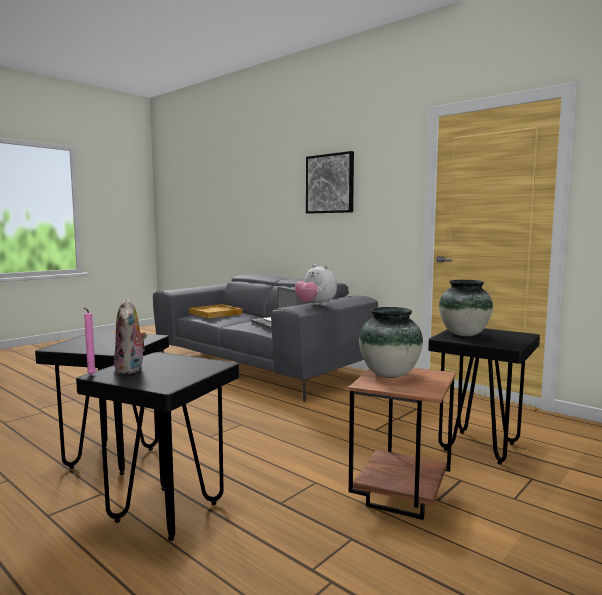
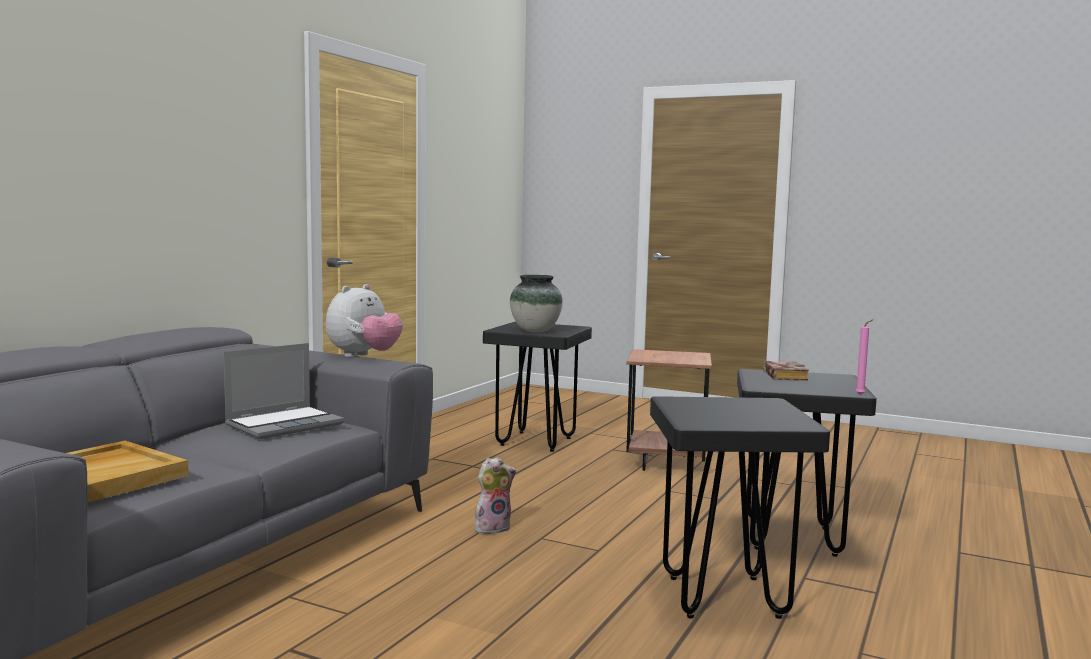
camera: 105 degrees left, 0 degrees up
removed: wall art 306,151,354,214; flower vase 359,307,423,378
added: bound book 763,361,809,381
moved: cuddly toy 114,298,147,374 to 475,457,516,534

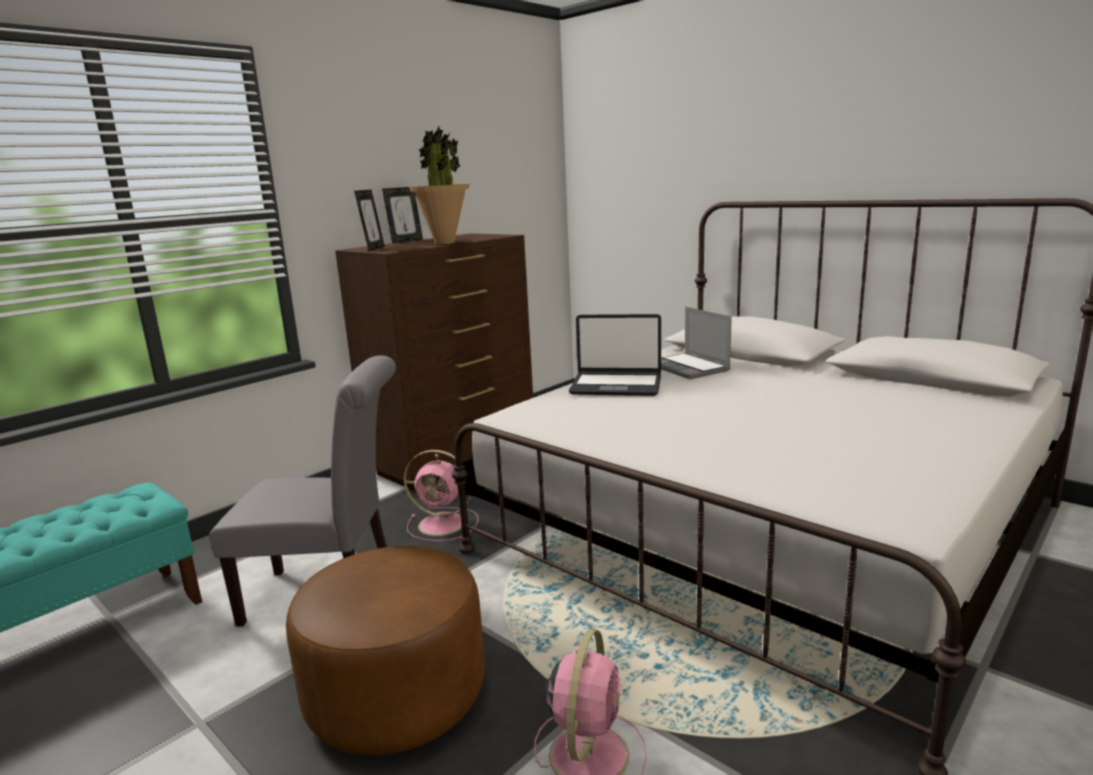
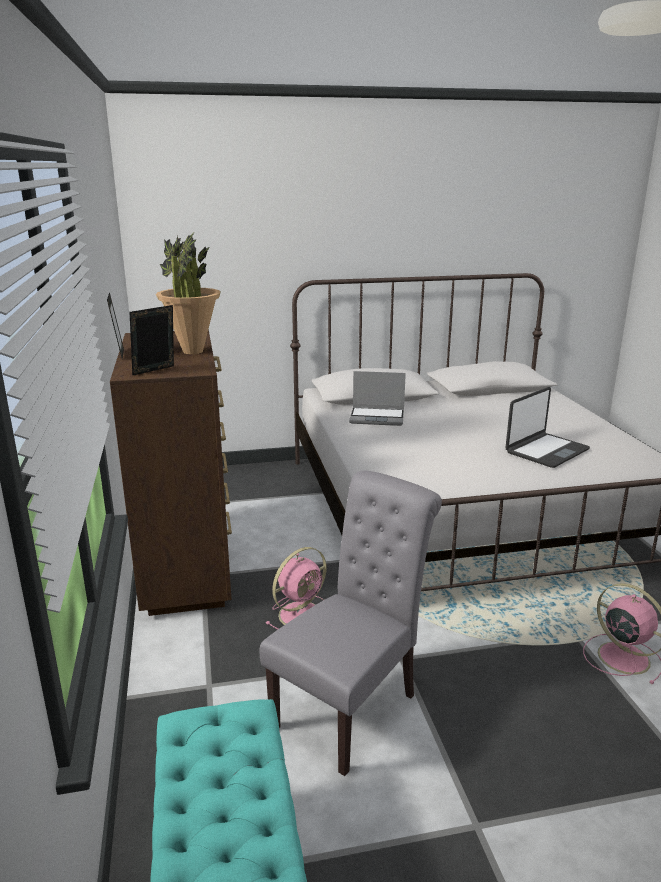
camera: 55 degrees left, 5 degrees up
removed: footrest (brown-coloured) 286,546,485,755
moved: portable computer 569,314,661,396 to 505,387,590,468
turned: picture frame 354,190,385,251 = 129,305,174,376 90 degrees counterclockwise

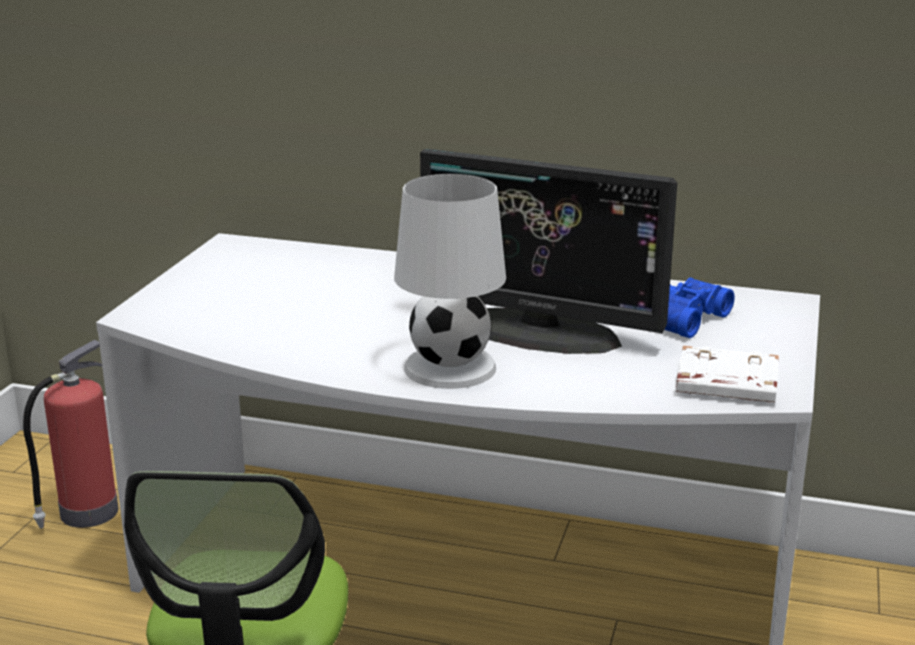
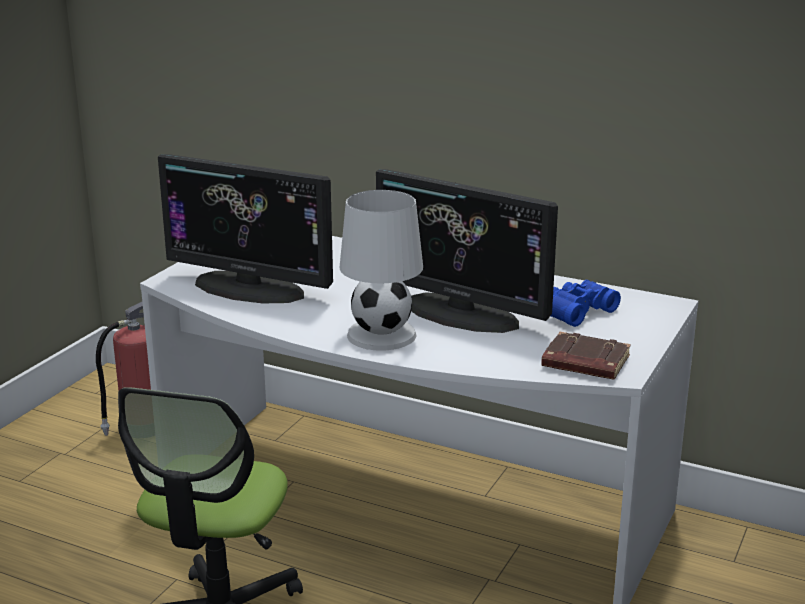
camera: 10 degrees right, 0 degrees up
added: monitor 158,154,333,303
recoloured: bound book (whitish) 676,346,779,403 to bound book (brown-coloured) 541,332,631,380

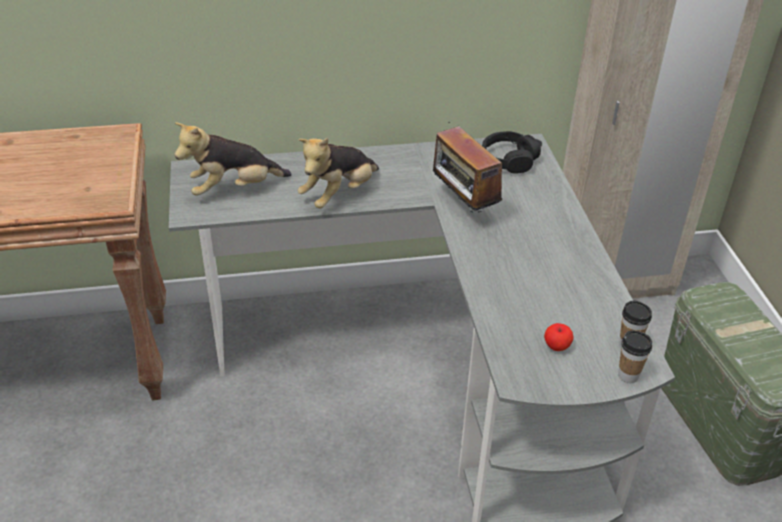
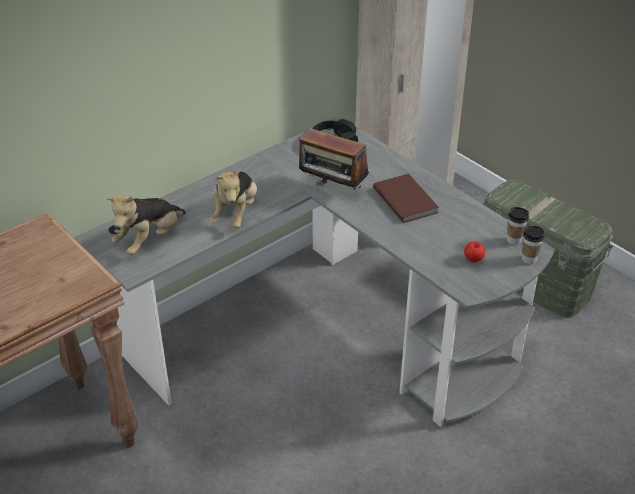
camera: 30 degrees left, 0 degrees up
added: bound book (brown-coloured) 373,174,439,223

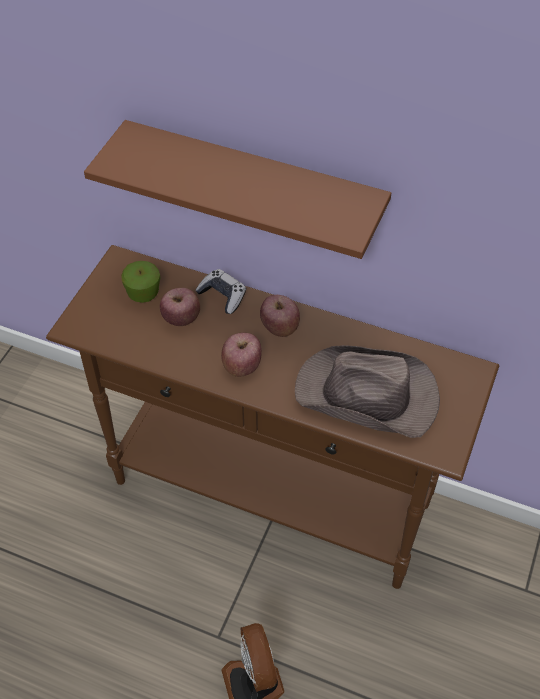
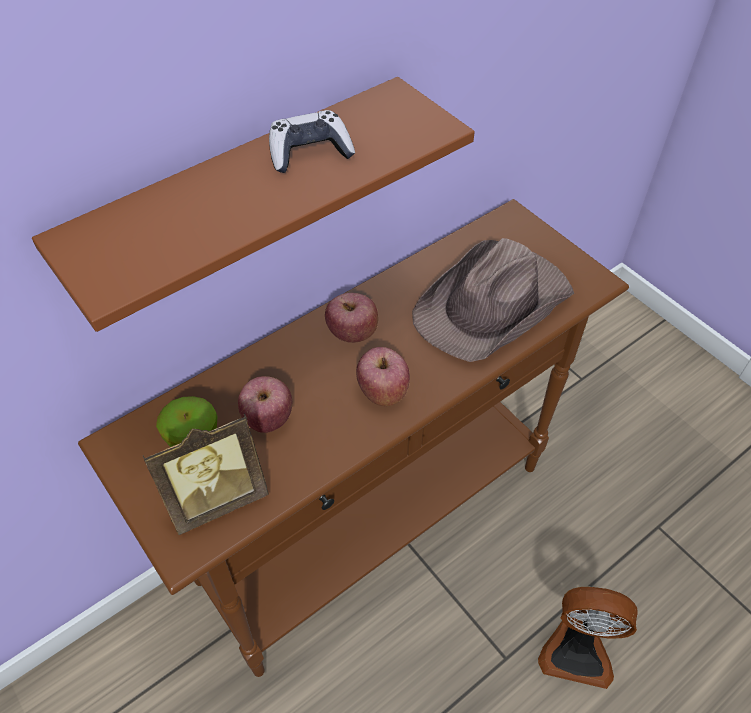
camera: 60 degrees left, 0 degrees up
added: picture frame 143,414,269,535
moved: game controller 195,269,246,314 to 269,110,355,173

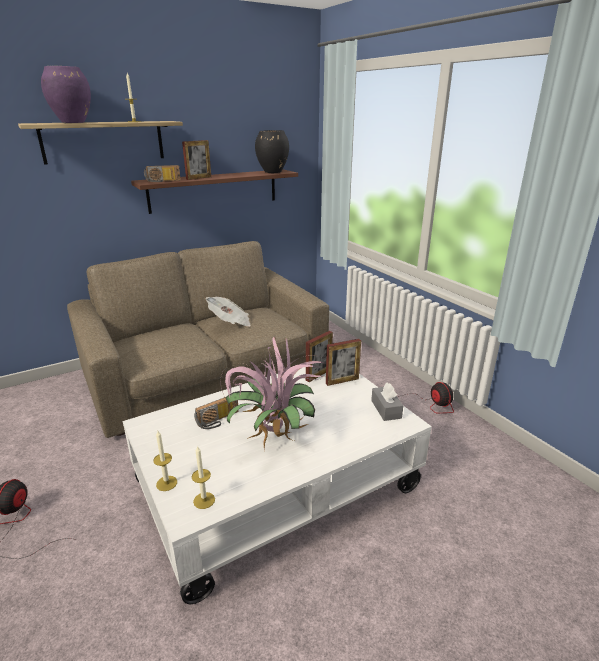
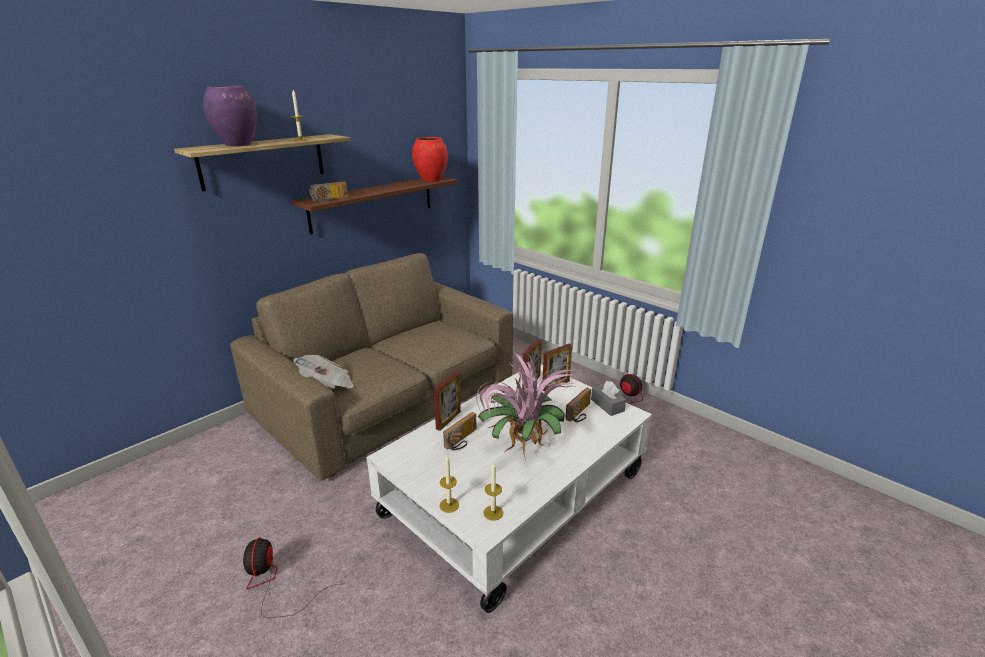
camera: 15 degrees left, 0 degrees up
added: radio set 565,388,591,422
moved: picture frame 182,140,211,180 to 434,372,461,431; newspaper 205,297,251,327 to 294,355,354,389
recoloured: flower vase (black-coloured) 255,130,289,173 to flower vase (reddish) 412,137,448,182

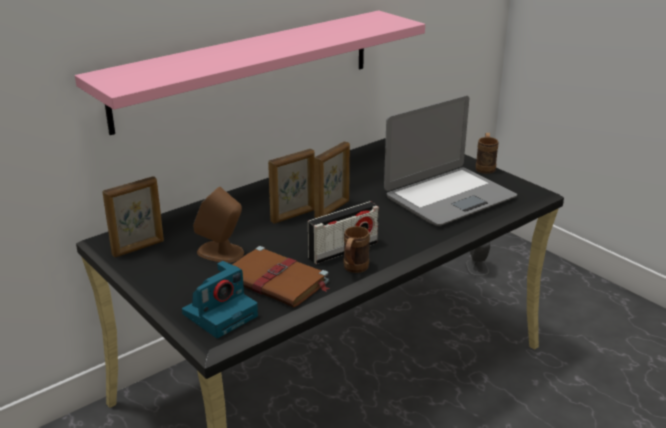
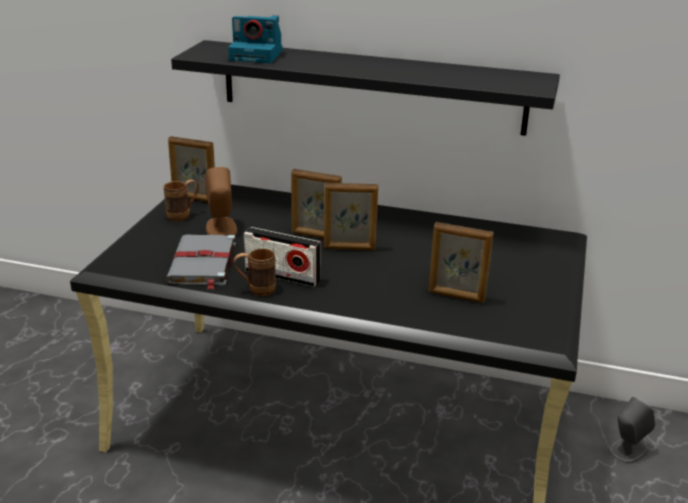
camera: 55 degrees right, 0 degrees up
moved: still camera 182,261,258,338 to 228,15,282,63; tea mug (brown-coloured) 475,133,499,174 to 164,180,199,222
replaced: portable computer 384,95,517,226 to picture frame 428,222,494,303
recoloured: wall shelf (pink-coloured) 75,10,425,135 to wall shelf (black-coloured) 171,40,560,136; bound book (brown-coloured) 232,246,330,307 to bound book (grey) 166,234,236,289

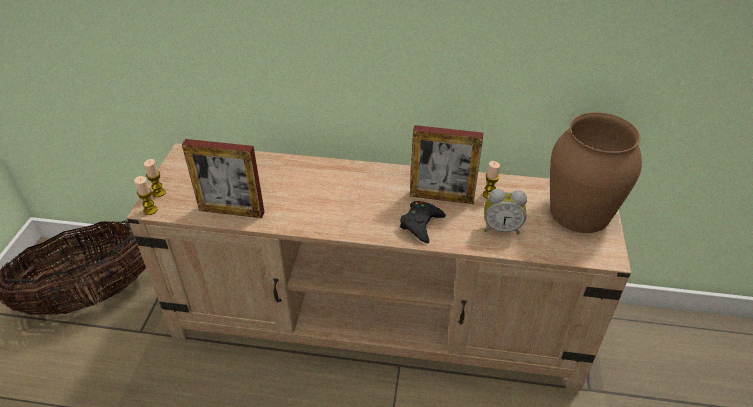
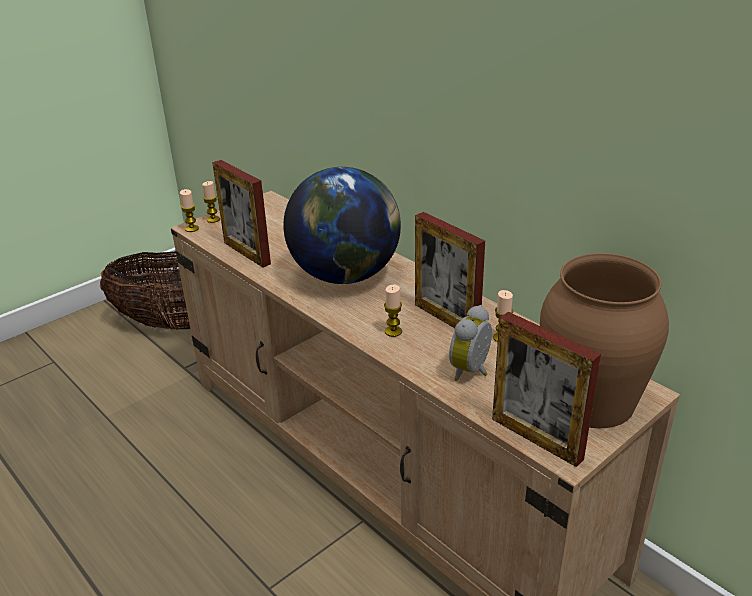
camera: 40 degrees right, 10 degrees down
added: globe 283,167,401,284; picture frame 492,312,601,467
replaced: game controller (black-coloured) 400,201,446,243 to wax light 384,285,402,337
turned: alarm clock 484,189,527,234 = 449,305,492,381 75 degrees clockwise

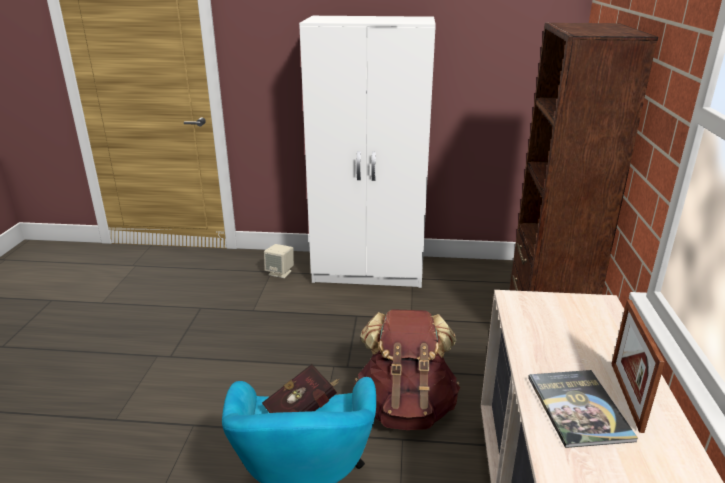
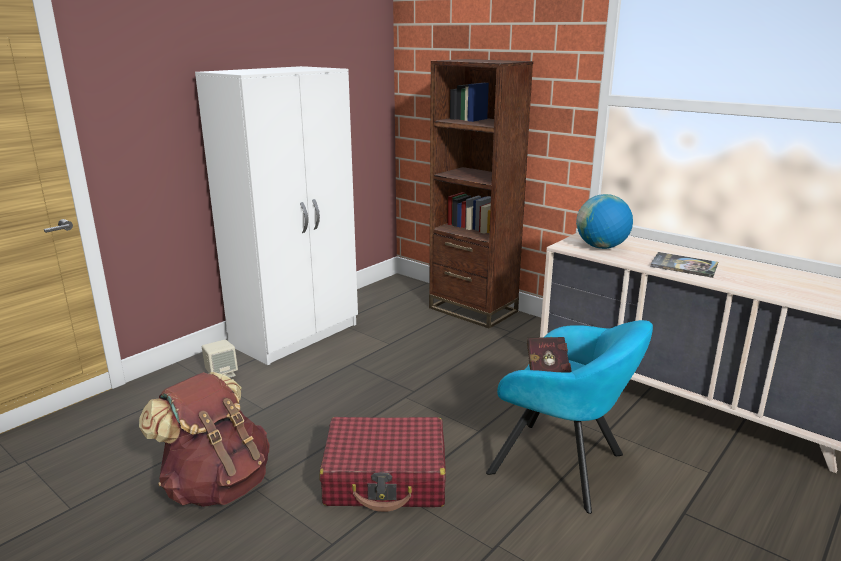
camera: 55 degrees left, 5 degrees down
removed: picture frame 611,300,665,433
added: piece of luggage (reddish) 320,417,445,512; globe 576,194,633,249
moved: backpack (brown-coloured) 354,309,461,430 to 139,372,270,507

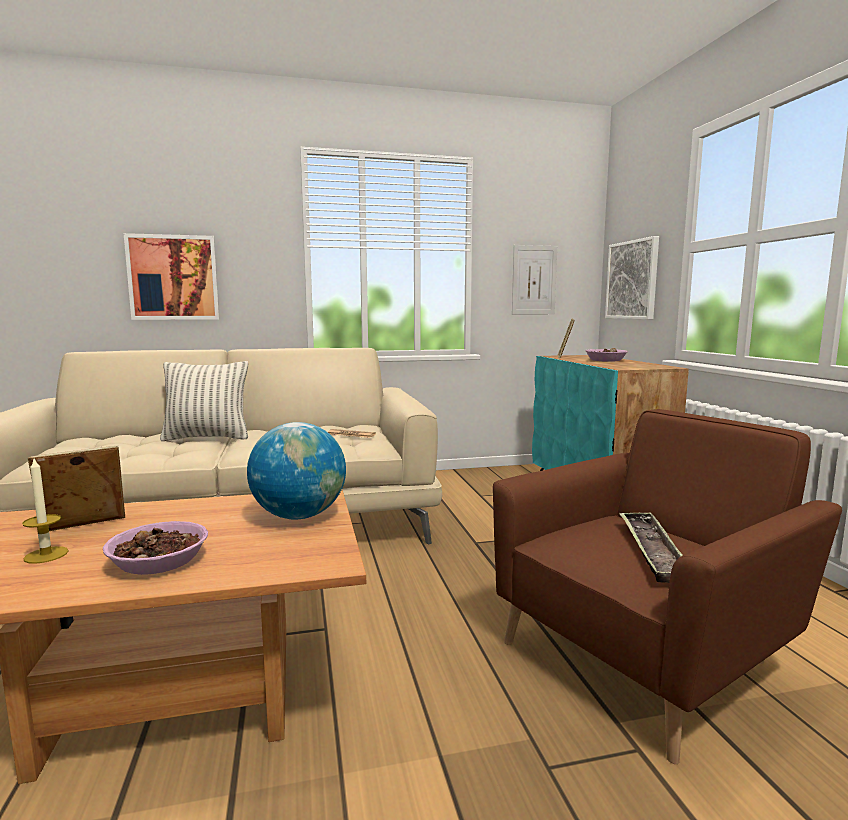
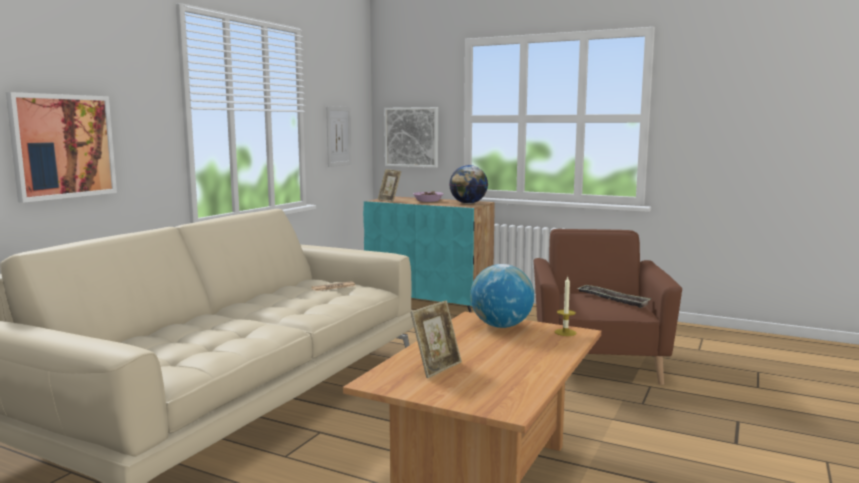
camera: 50 degrees left, 0 degrees up
removed: serving bowl 103,521,208,575; pillow 160,361,248,441
added: globe 449,165,488,204
moved: wax light 22,459,69,564 to 555,277,577,336
turned: picture frame 28,446,125,531 = 411,300,462,378 150 degrees counterclockwise

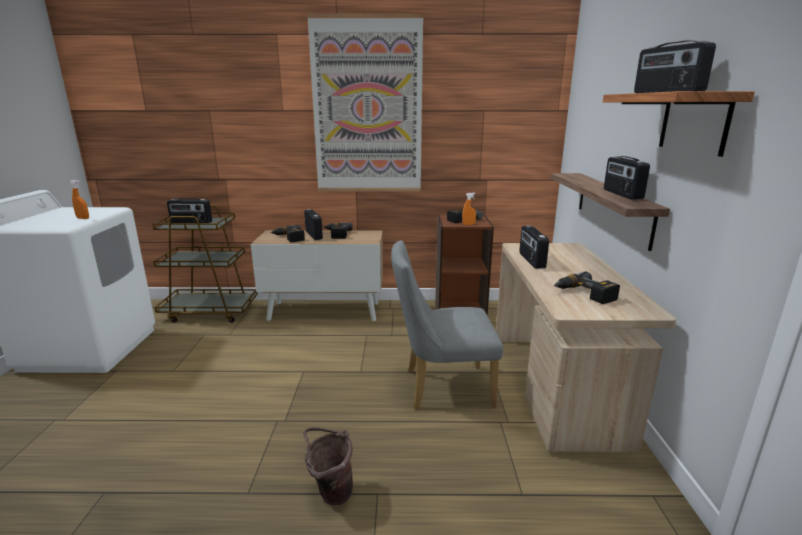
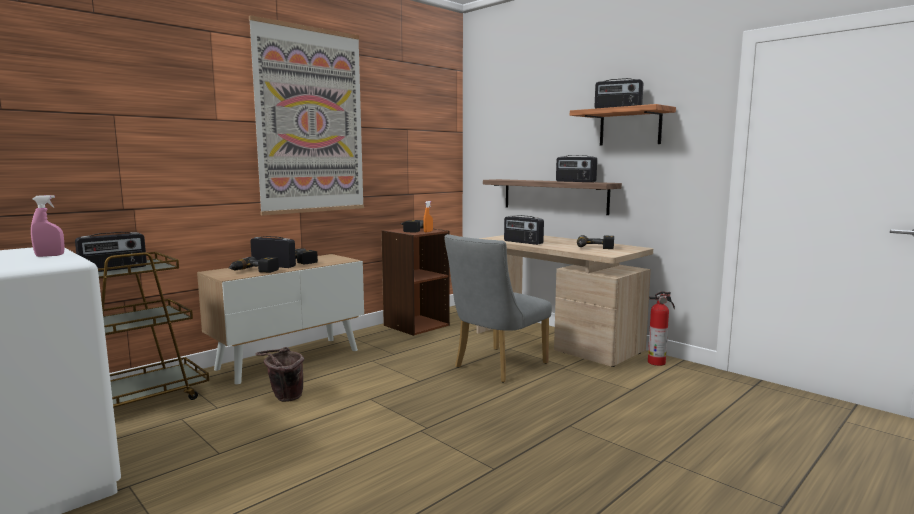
camera: 45 degrees left, 10 degrees down
added: fire-fighting cylinder 648,291,675,366
moved: bucket (brown-coloured) 303,427,353,505 to 256,347,304,402
recoloured: spray bottle (orange-coloured) 70,180,89,219 to spray bottle (pink-coloured) 31,195,65,257

